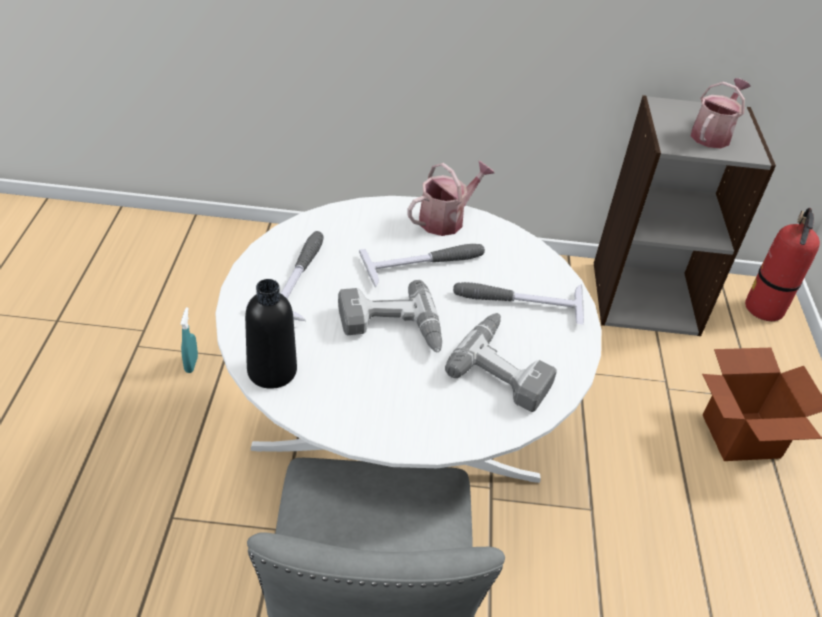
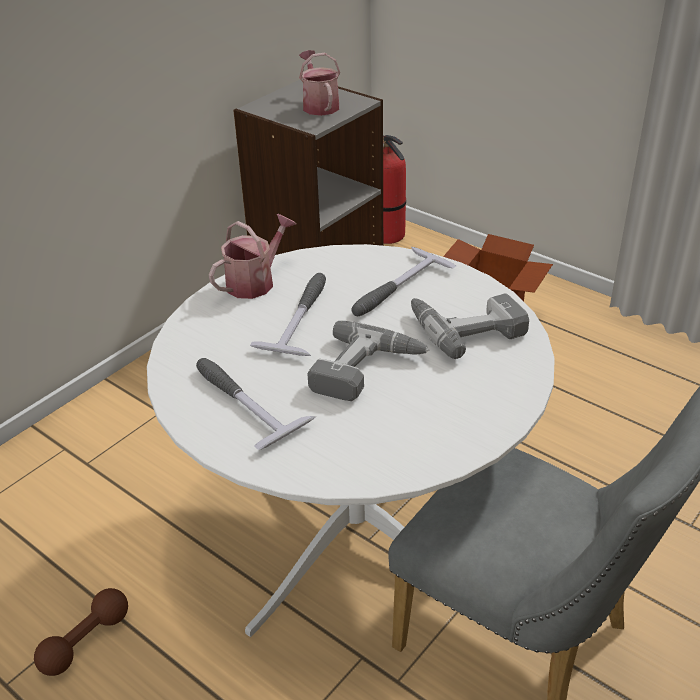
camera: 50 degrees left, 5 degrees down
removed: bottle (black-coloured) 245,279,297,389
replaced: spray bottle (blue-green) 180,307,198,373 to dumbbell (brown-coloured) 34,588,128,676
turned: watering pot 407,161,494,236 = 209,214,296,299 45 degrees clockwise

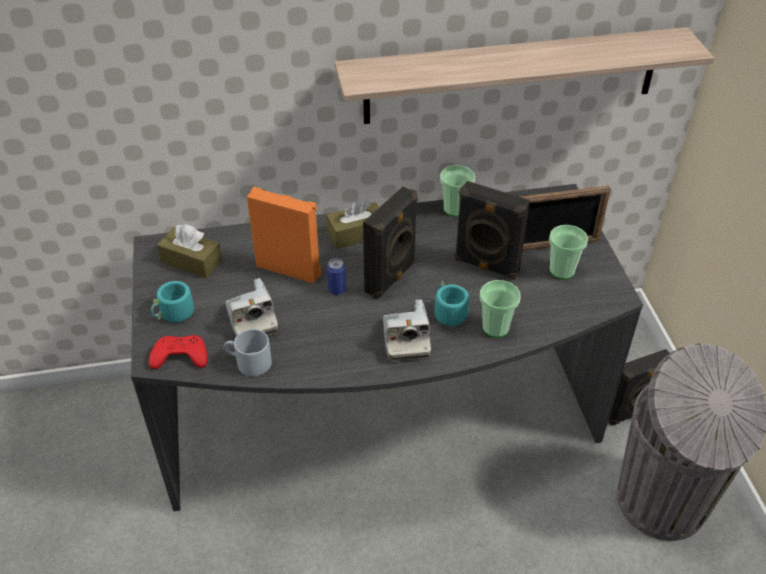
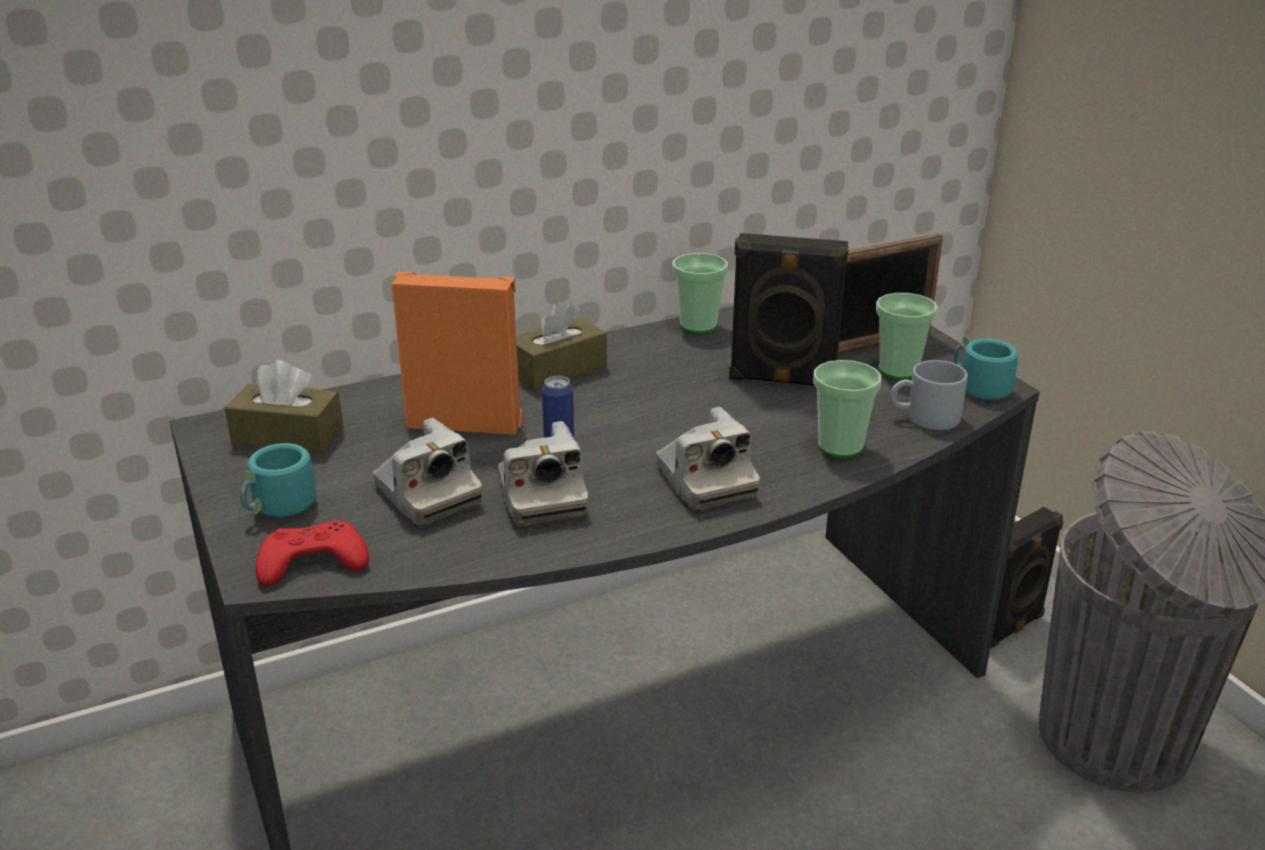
camera: 15 degrees left, 15 degrees down
removed: wall shelf 334,27,714,124; audio speaker (black-coloured) 363,187,418,299
added: still camera 498,421,588,526
moved: tea mug (grey) 224,329,272,376 to 890,360,968,430; tea mug (blue-green) 434,280,469,335 to 954,336,1018,411

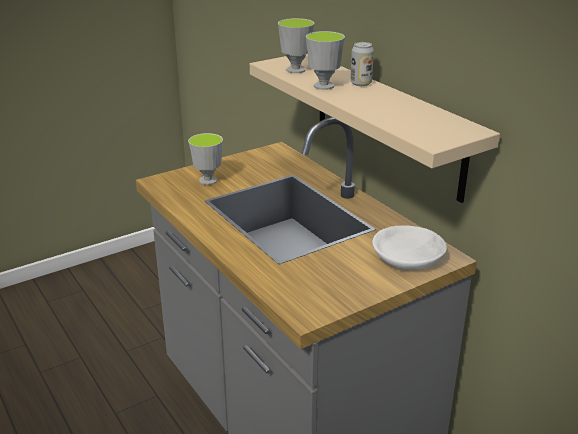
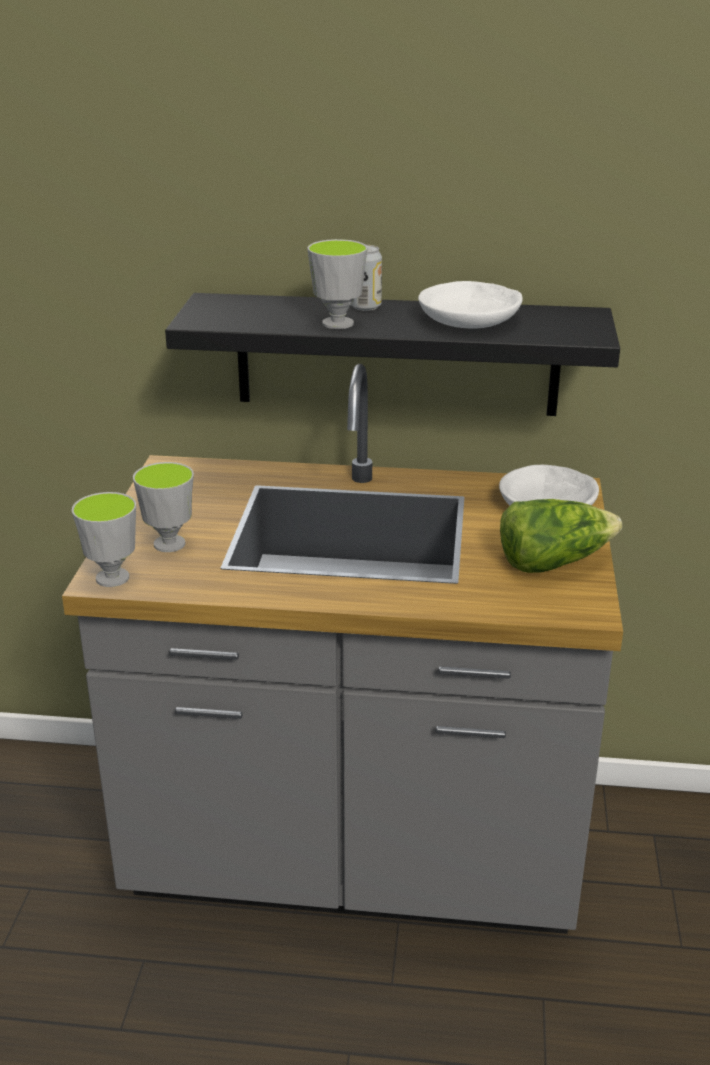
camera: 50 degrees left, 0 degrees up
added: serving bowl (whitish) 418,281,523,329; lettuce 500,499,622,573
moved: small cup 278,18,315,73 to 72,492,136,587
recoloured: wall shelf (beige-coloured) 250,54,500,203 to wall shelf (black-coloured) 165,293,620,416

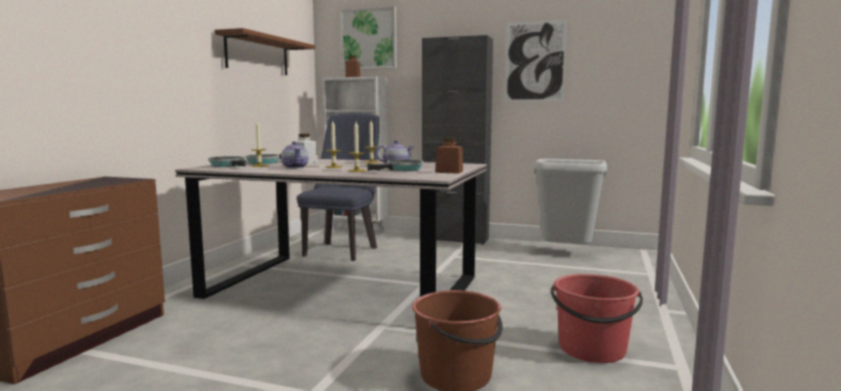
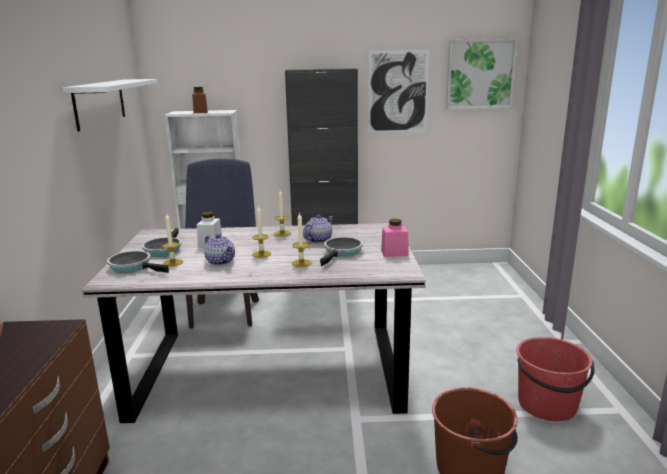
camera: 20 degrees left, 10 degrees up
removed: waste bin (grey) 534,159,607,244
moved: wall art 340,6,397,70 to 446,39,518,110
recoloured: wall shelf (brown-coloured) 214,28,316,75 to wall shelf (whitish) 63,79,157,131; jar (brown-coloured) 435,138,463,174 to jar (pink-coloured) 381,219,409,257

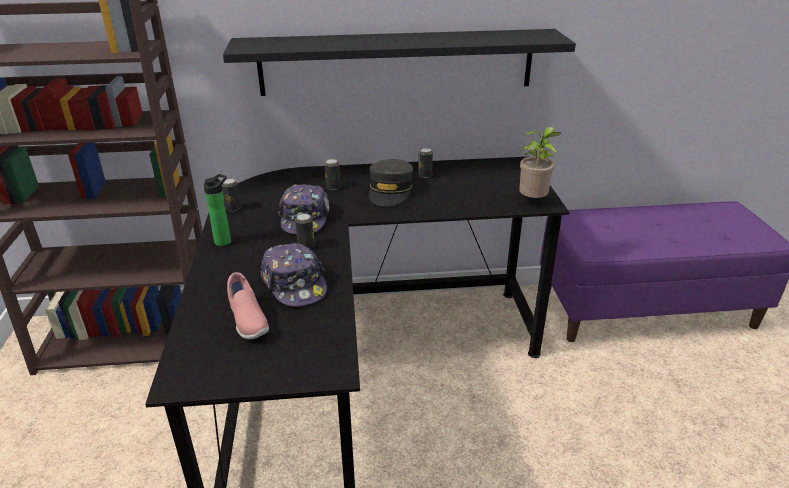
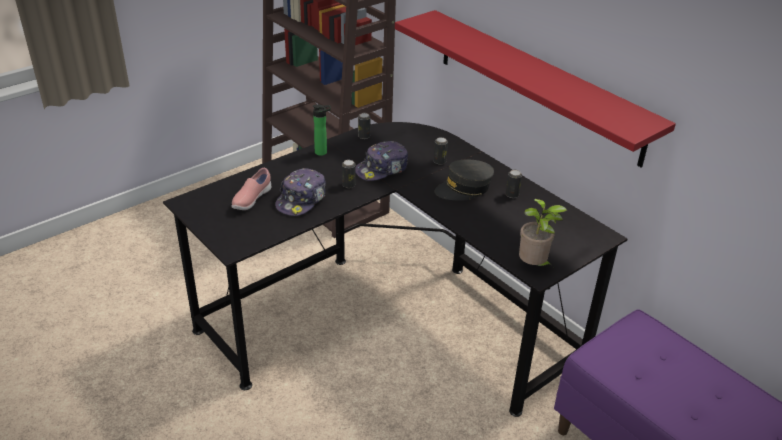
camera: 55 degrees right, 5 degrees up
recoloured: wall shelf (black-coloured) 223,29,576,96 to wall shelf (reddish) 395,10,676,167

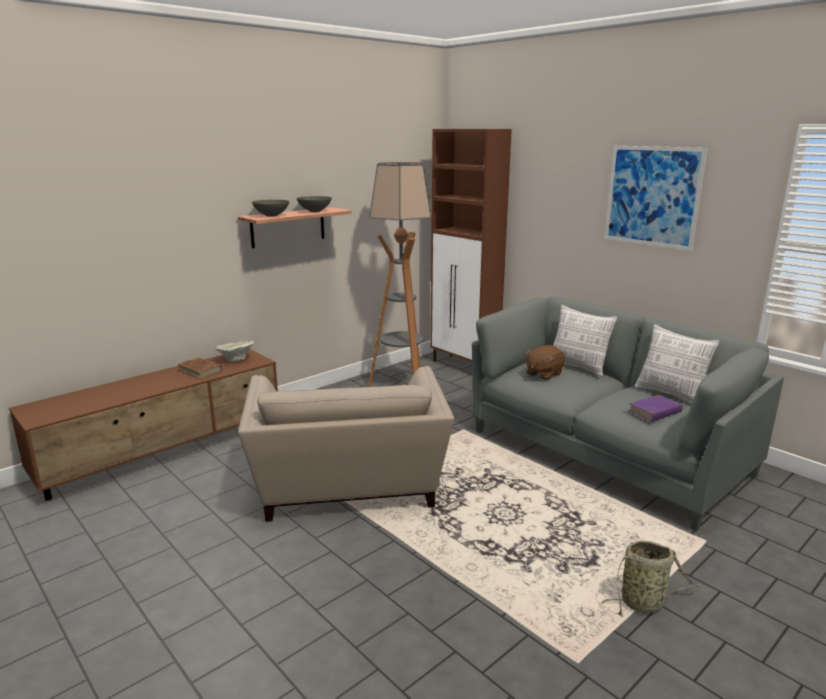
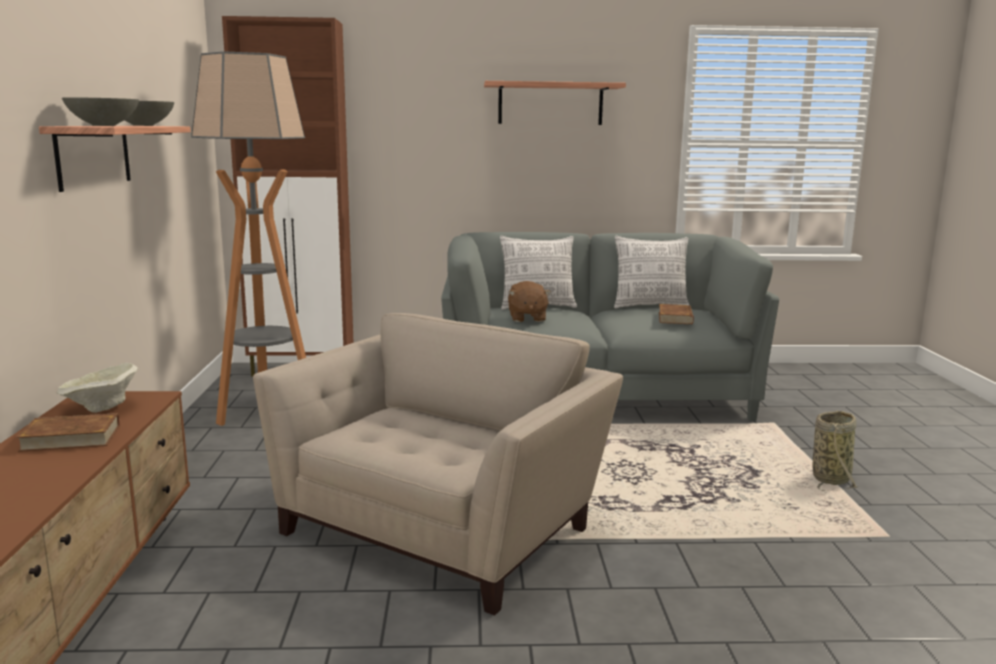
camera: 50 degrees left, 5 degrees down
replaced: wall art 604,146,708,251 to wall shelf 484,81,626,125
recoloured: bound book (purple-coloured) 628,395,683,422 to bound book (brown-coloured) 659,304,694,324
turned: lounge chair (beige-coloured) 238,366,454,522 = 253,313,623,616 90 degrees counterclockwise

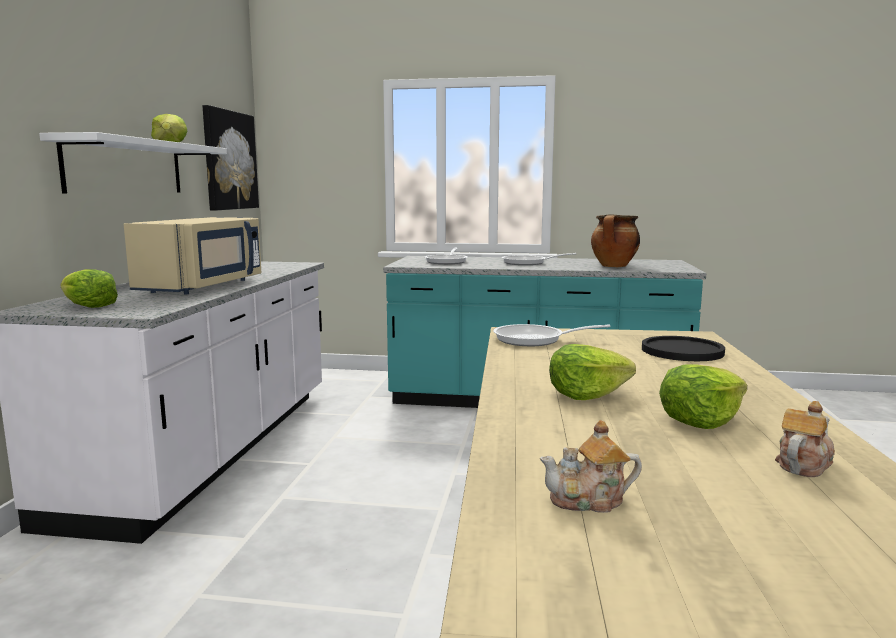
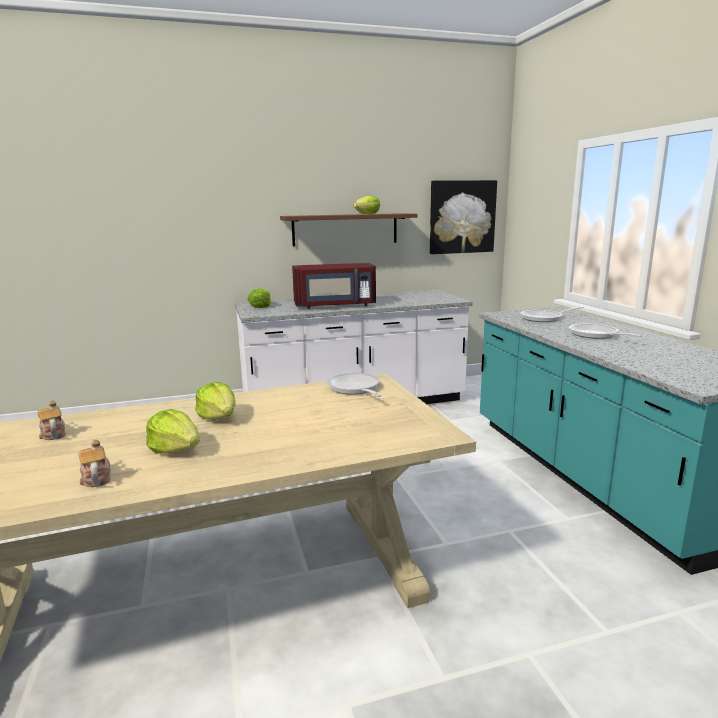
camera: 65 degrees right, 5 degrees up
removed: saucepot 591,214,640,267; dinner plate (black-coloured) 642,336,725,361
recoloured: wall shelf (whitish) 39,132,227,194 to wall shelf (brown-coloured) 280,213,418,246; microwave oven (beige-coloured) 124,217,262,295 to microwave oven (reddish) 292,263,376,309
turned: pot for tea 775,401,835,477 = 78,439,111,487 135 degrees counterclockwise

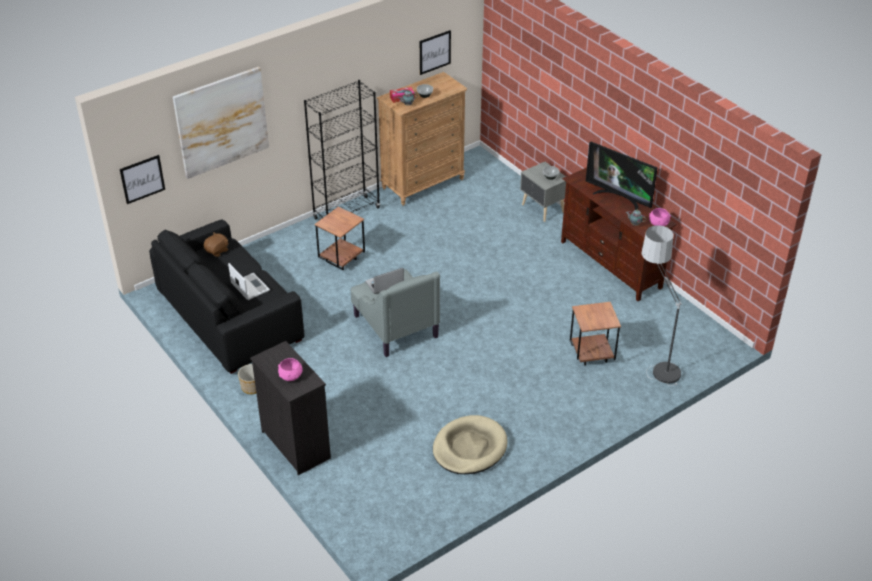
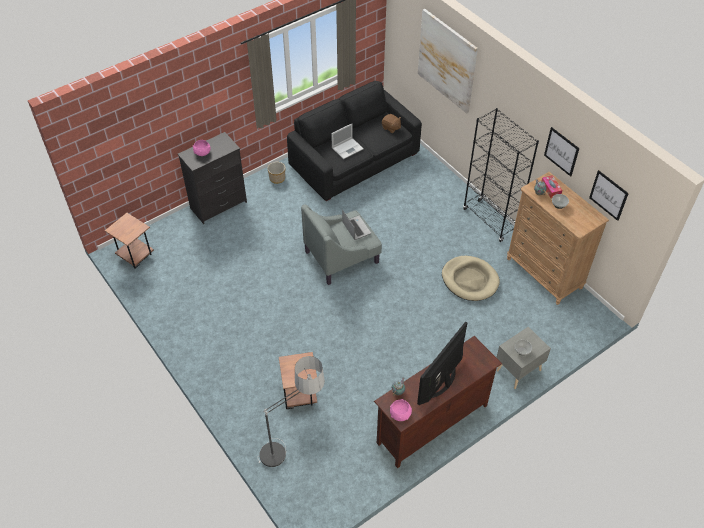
camera: 90 degrees right, 10 degrees up
moved: wall art 120,155,165,204 to 544,127,580,177; end table (brown-coloured) 314,207,365,270 to 105,213,154,269; dog cushion (beige-coloured) 433,415,508,474 to 442,256,500,301

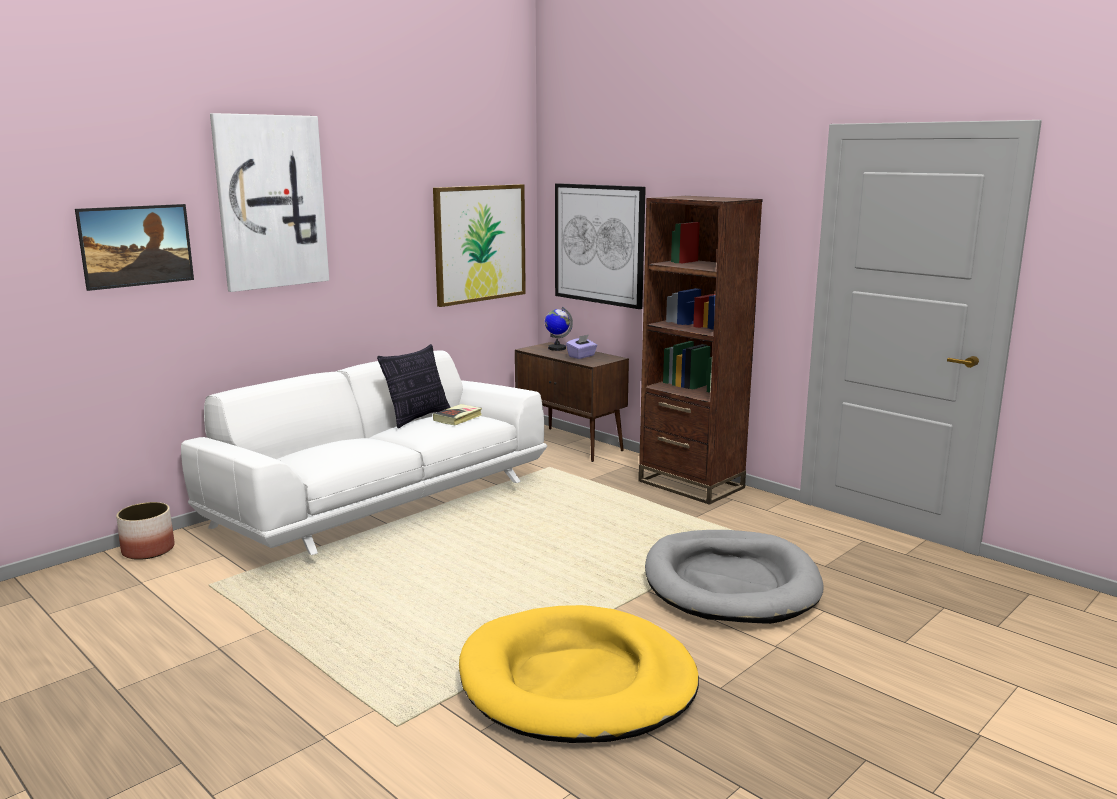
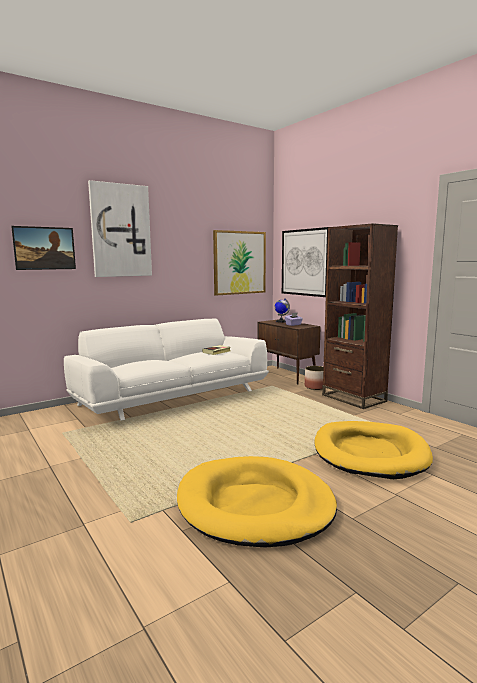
camera: 10 degrees right, 5 degrees down
removed: pillow 377,344,451,428
moved: planter 116,502,174,560 to 305,366,323,390
recoloured: dog cushion (grey) 645,530,824,624 to dog cushion (yellow) 315,421,433,479

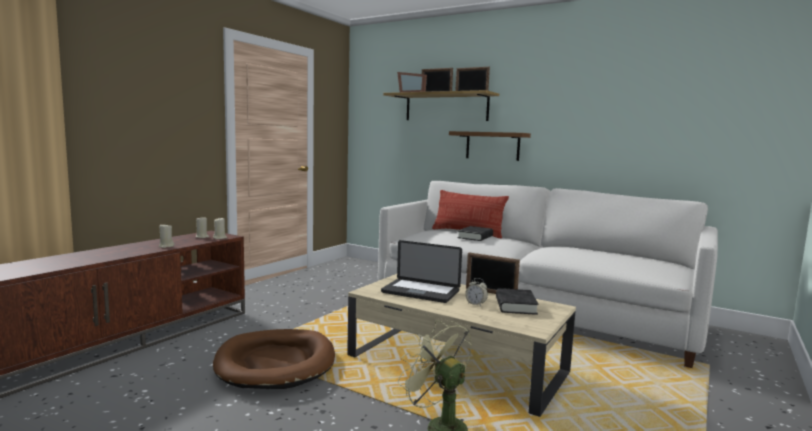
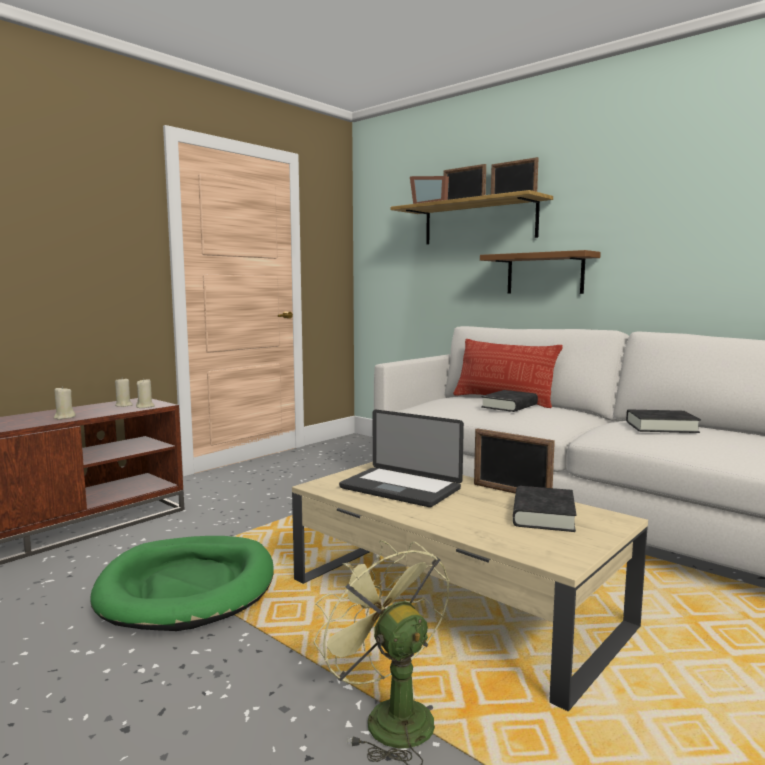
camera: 10 degrees right, 0 degrees up
removed: alarm clock 465,278,488,306
added: bound book (black-coloured) 626,409,701,433
recoloured: dog cushion (brown-coloured) 213,329,335,389 to dog cushion (green) 90,536,274,631

